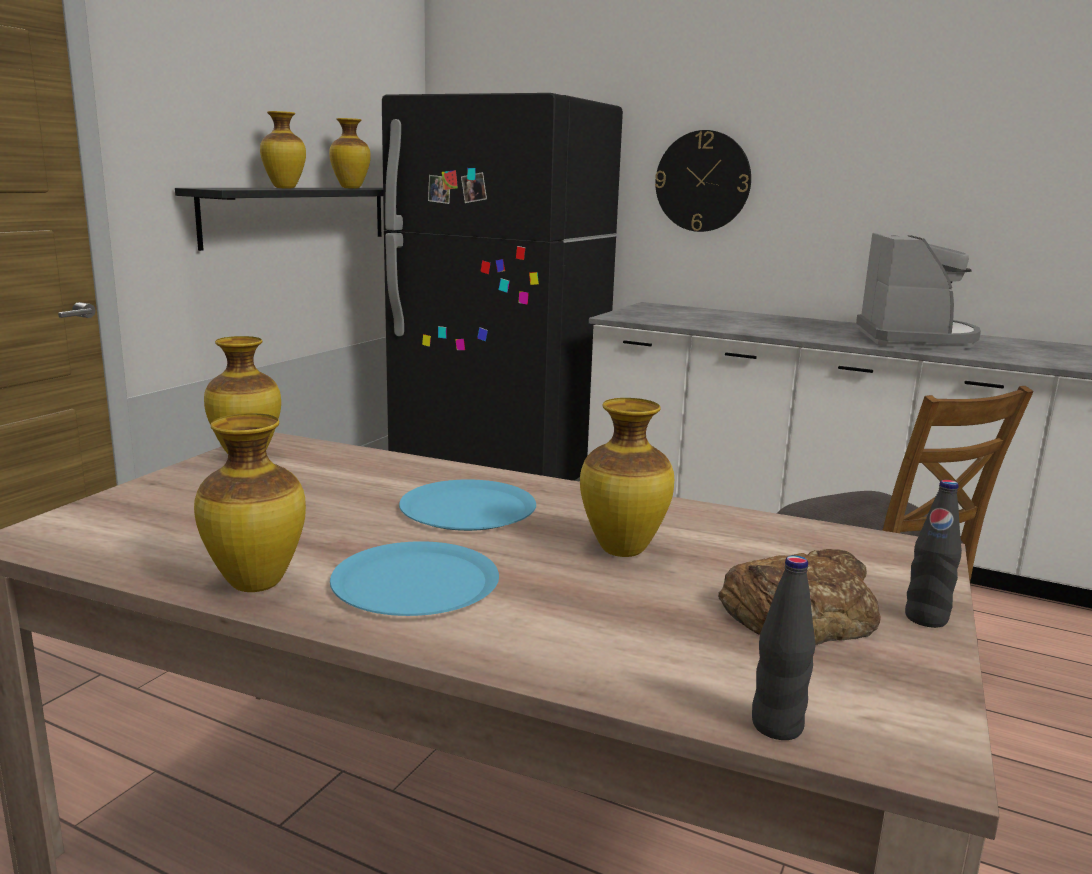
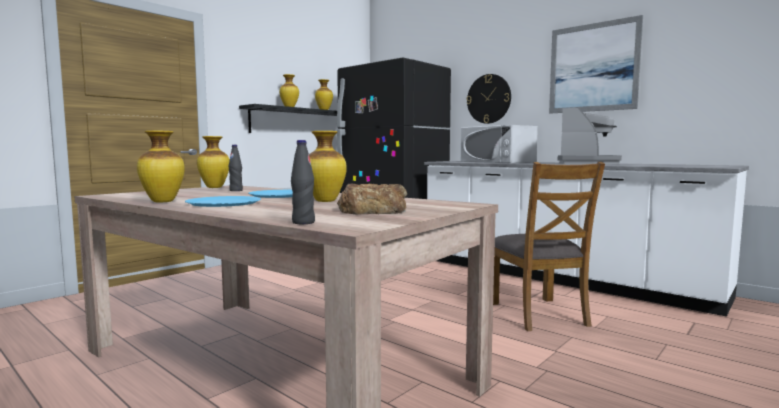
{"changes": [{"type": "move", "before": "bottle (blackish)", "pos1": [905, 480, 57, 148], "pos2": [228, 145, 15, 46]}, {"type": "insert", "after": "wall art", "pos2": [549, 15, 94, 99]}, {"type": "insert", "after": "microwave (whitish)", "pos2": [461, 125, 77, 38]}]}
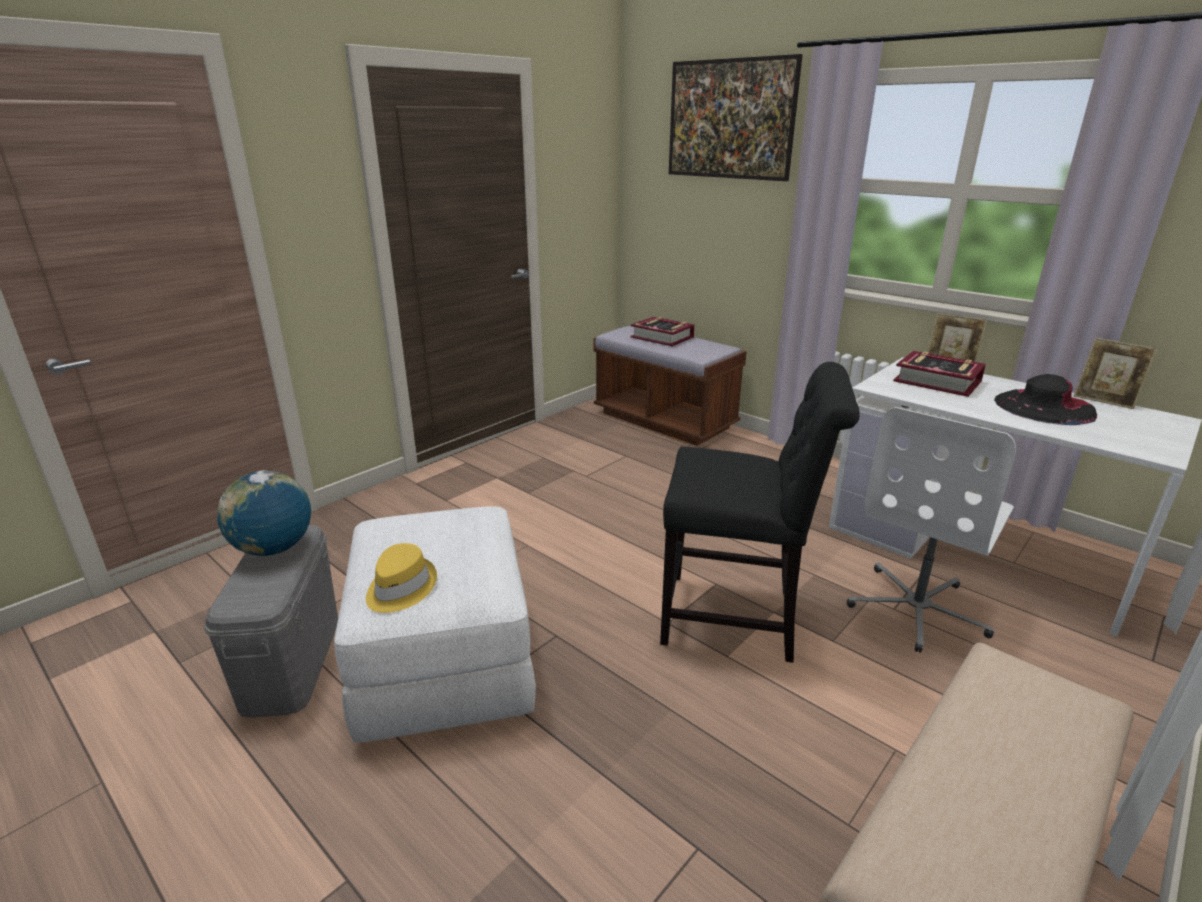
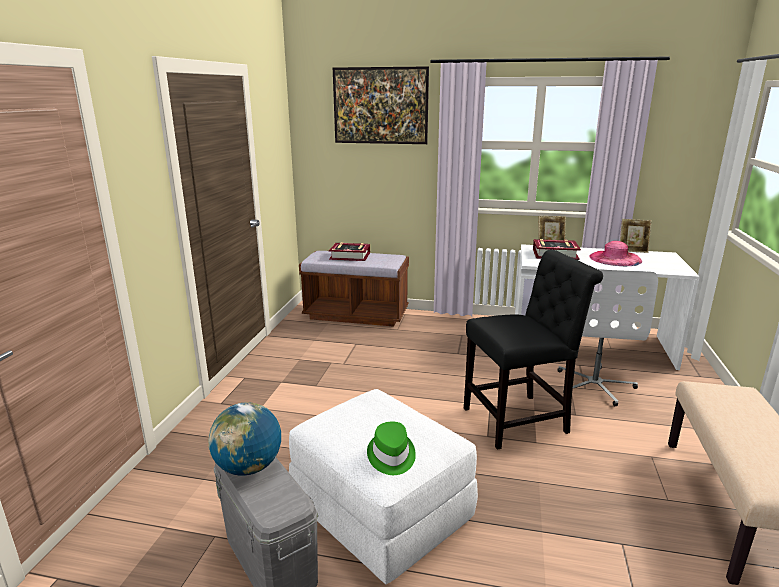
{"changes": [{"type": "recolor", "before": "hat (blackish)", "after": "hat (pink-coloured)", "pos1": [994, 374, 103, 51], "pos2": [589, 241, 53, 25]}, {"type": "recolor", "before": "hat (yellow)", "after": "hat (green)", "pos1": [366, 543, 71, 70], "pos2": [367, 421, 49, 54]}]}
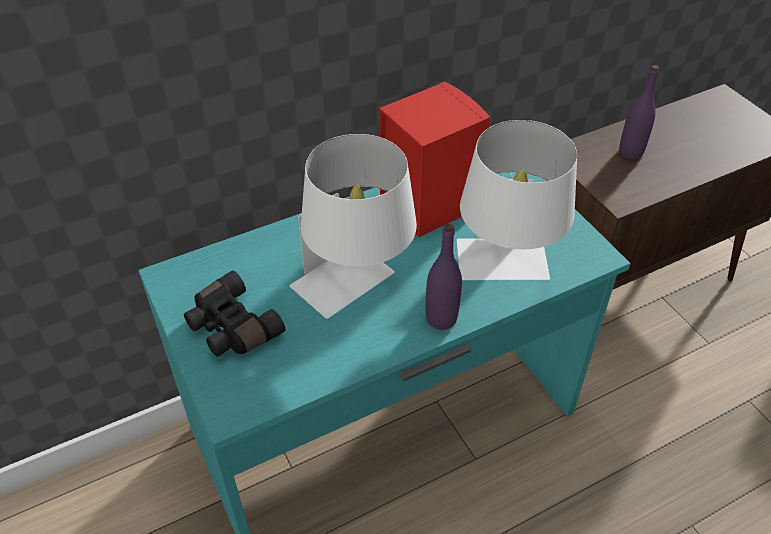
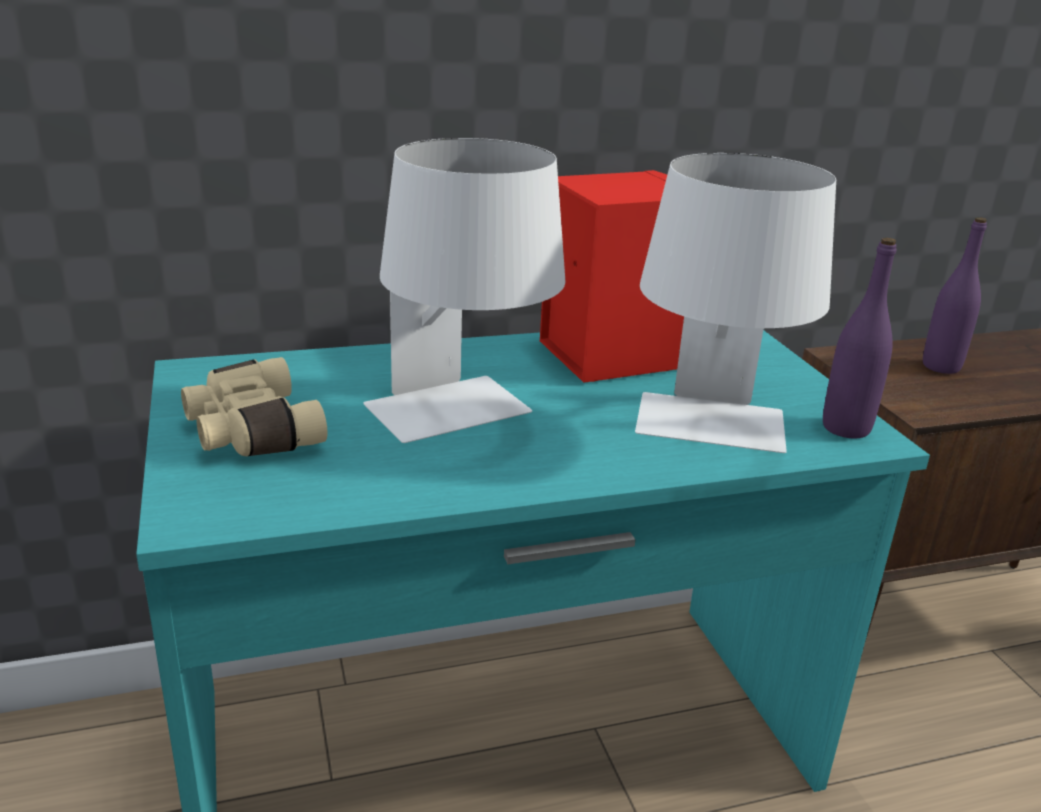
{"changes": [{"type": "move", "before": "bottle (purple)", "pos1": [426, 224, 36, 106], "pos2": [823, 238, 73, 201]}, {"type": "recolor", "before": "pair of binoculars (blackish)", "after": "pair of binoculars (sand-coloured)", "pos1": [184, 270, 101, 87], "pos2": [181, 357, 146, 99]}]}
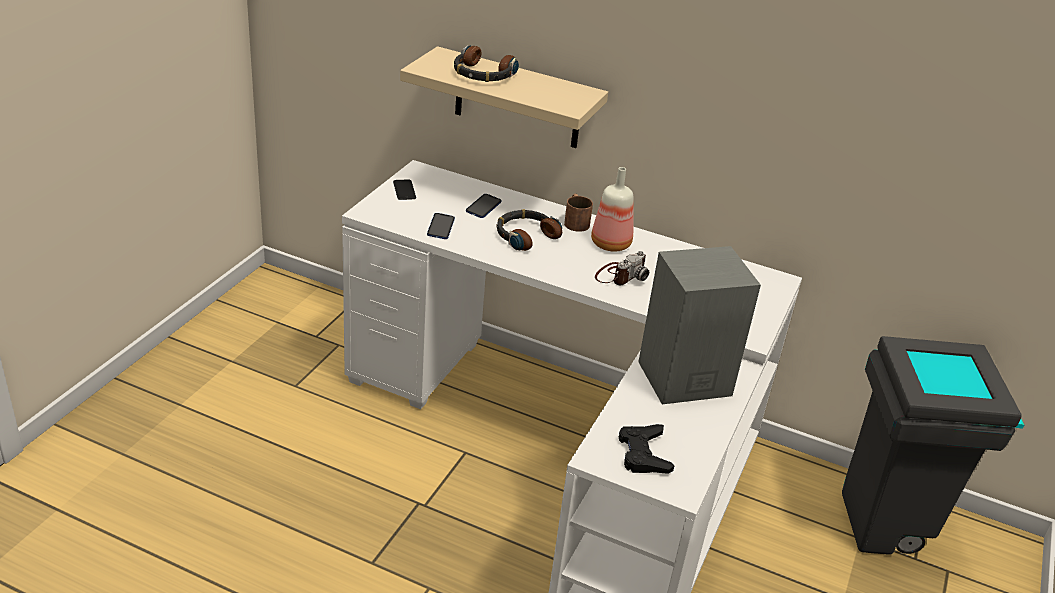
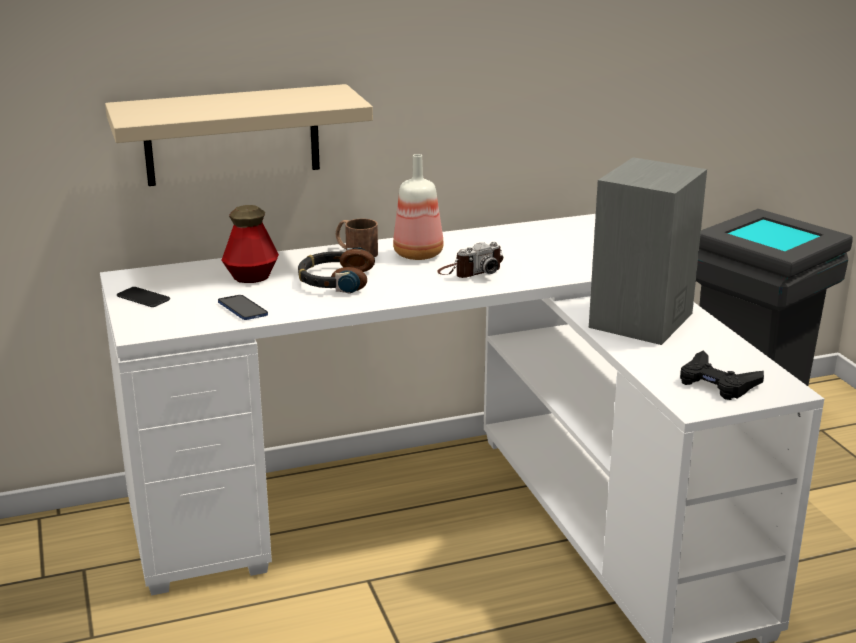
{"changes": [{"type": "delete", "before": "headphones", "pos1": [454, 45, 65, 37]}, {"type": "replace", "before": "telephone", "after": "bottle", "pos1": [466, 194, 35, 24], "pos2": [221, 205, 58, 78]}, {"type": "rotate", "before": "still camera", "pos1": [595, 251, 54, 34], "pos2": [437, 242, 66, 36], "turn": 60}]}
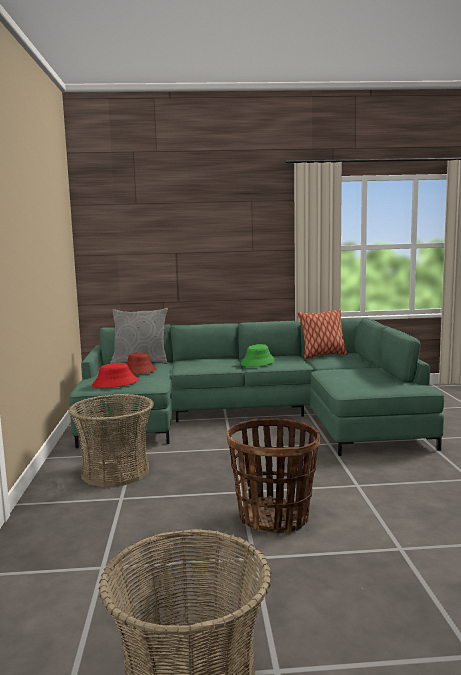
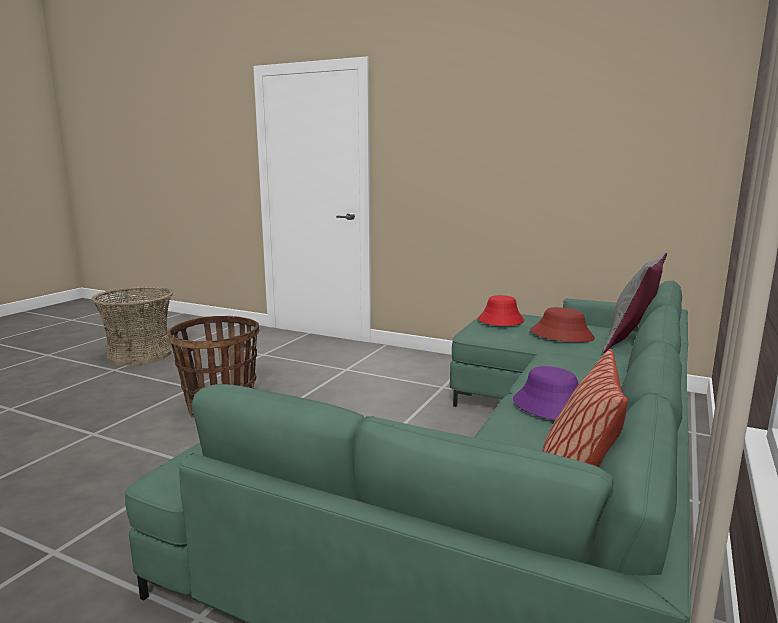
{"changes": [{"type": "recolor", "before": "hat (green)", "after": "hat (purple)", "pos1": [241, 344, 35, 23], "pos2": [513, 366, 66, 54]}, {"type": "delete", "before": "basket", "pos1": [68, 394, 86, 93]}]}
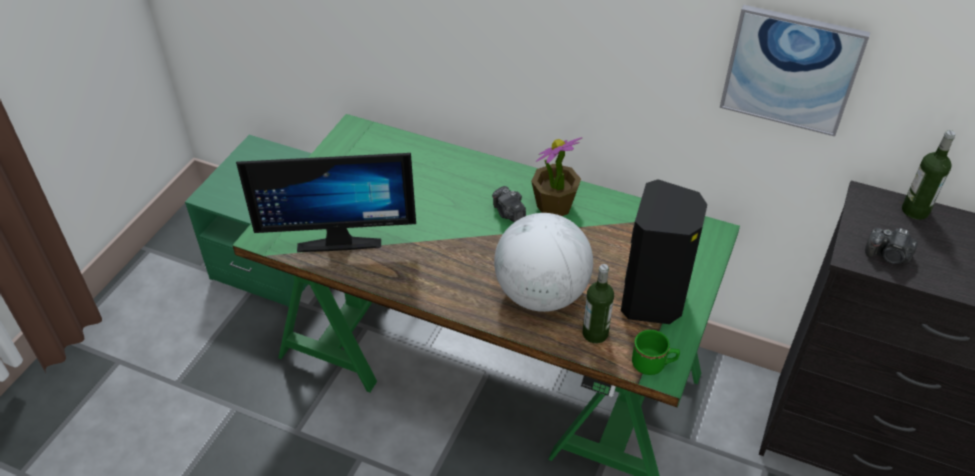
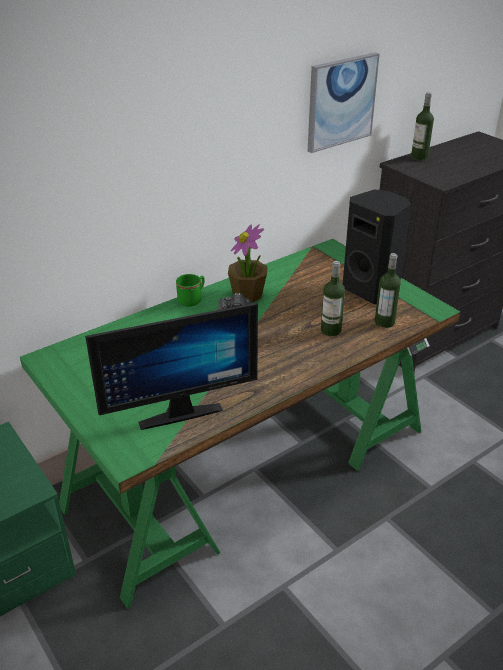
{"changes": [{"type": "rotate", "before": "computer screen", "pos1": [236, 153, 180, 99], "pos2": [85, 302, 173, 128], "turn": 45}, {"type": "replace", "before": "world globe", "after": "bottle", "pos1": [494, 213, 99, 99], "pos2": [321, 261, 24, 75]}, {"type": "delete", "before": "still camera", "pos1": [865, 228, 53, 36]}, {"type": "move", "before": "coffee mug (green)", "pos1": [632, 330, 48, 45], "pos2": [176, 274, 29, 33]}]}
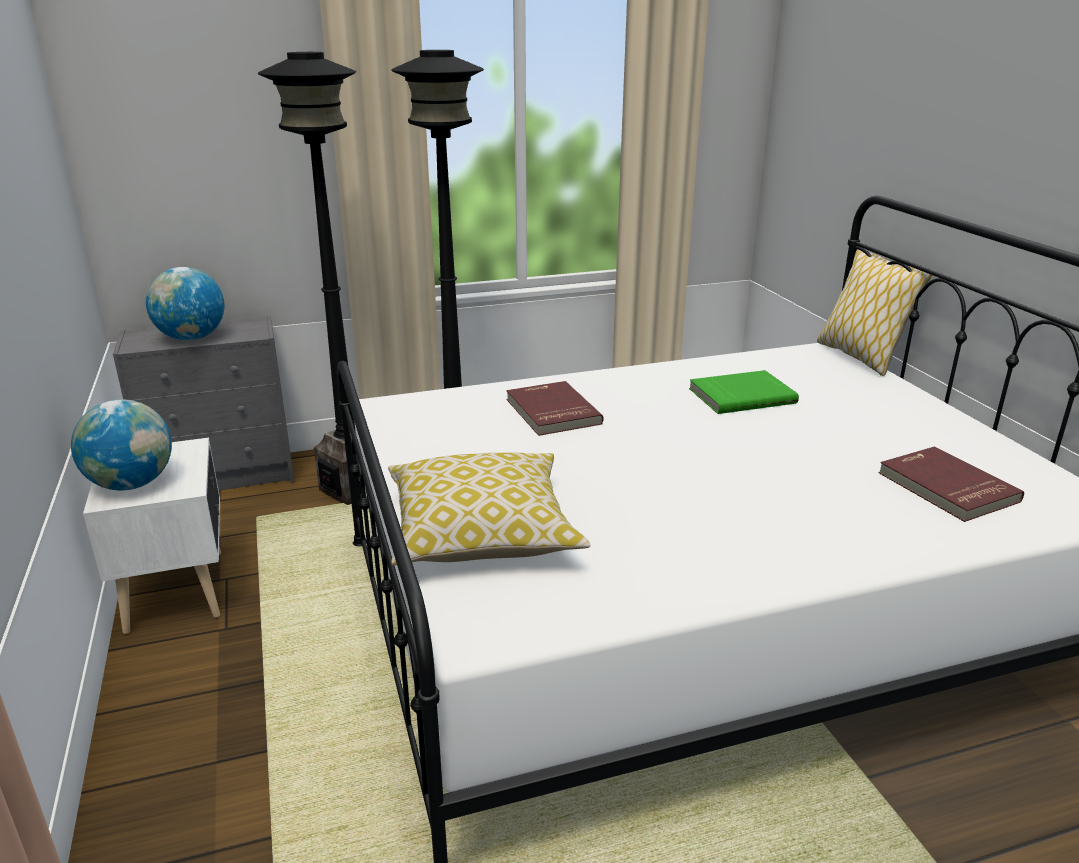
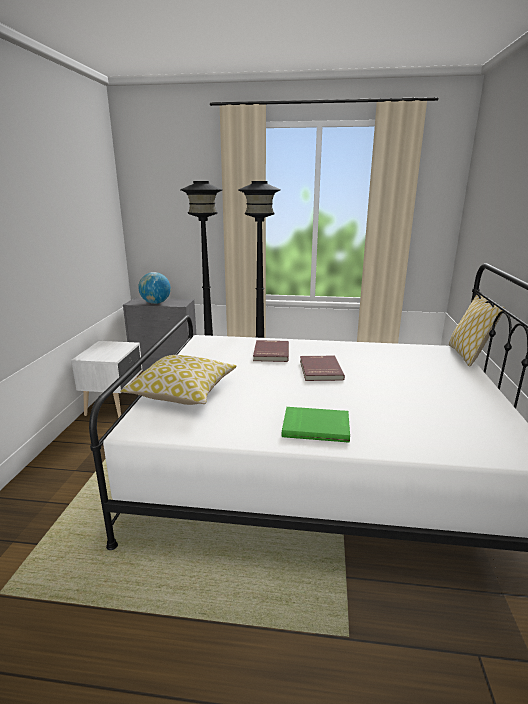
{"changes": [{"type": "move", "before": "bound book (green)", "pos1": [689, 370, 110, 44], "pos2": [282, 407, 68, 36]}, {"type": "delete", "before": "world globe", "pos1": [71, 399, 101, 92]}, {"type": "move", "before": "bound book (reddish)", "pos1": [878, 446, 146, 76], "pos2": [300, 356, 45, 25]}]}
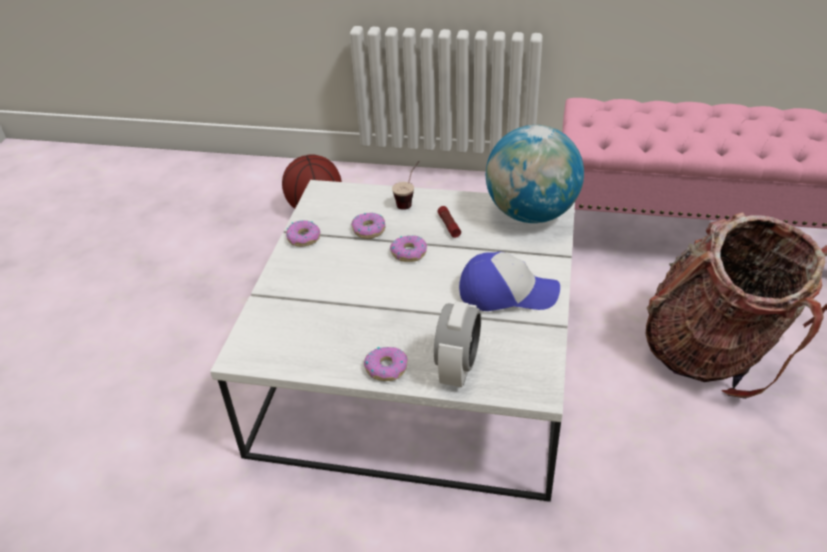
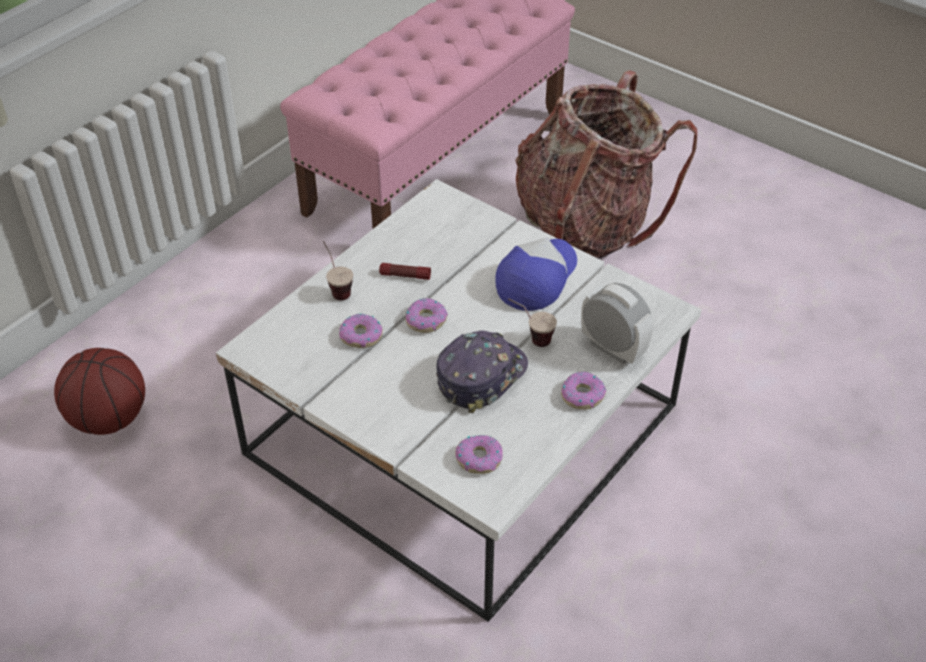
{"changes": [{"type": "delete", "before": "world globe", "pos1": [486, 125, 98, 98]}, {"type": "move", "before": "doughnut", "pos1": [286, 220, 34, 27], "pos2": [455, 435, 48, 39]}, {"type": "insert", "after": "cup", "pos2": [508, 298, 49, 49]}, {"type": "insert", "after": "baseball cap", "pos2": [436, 330, 92, 83]}]}
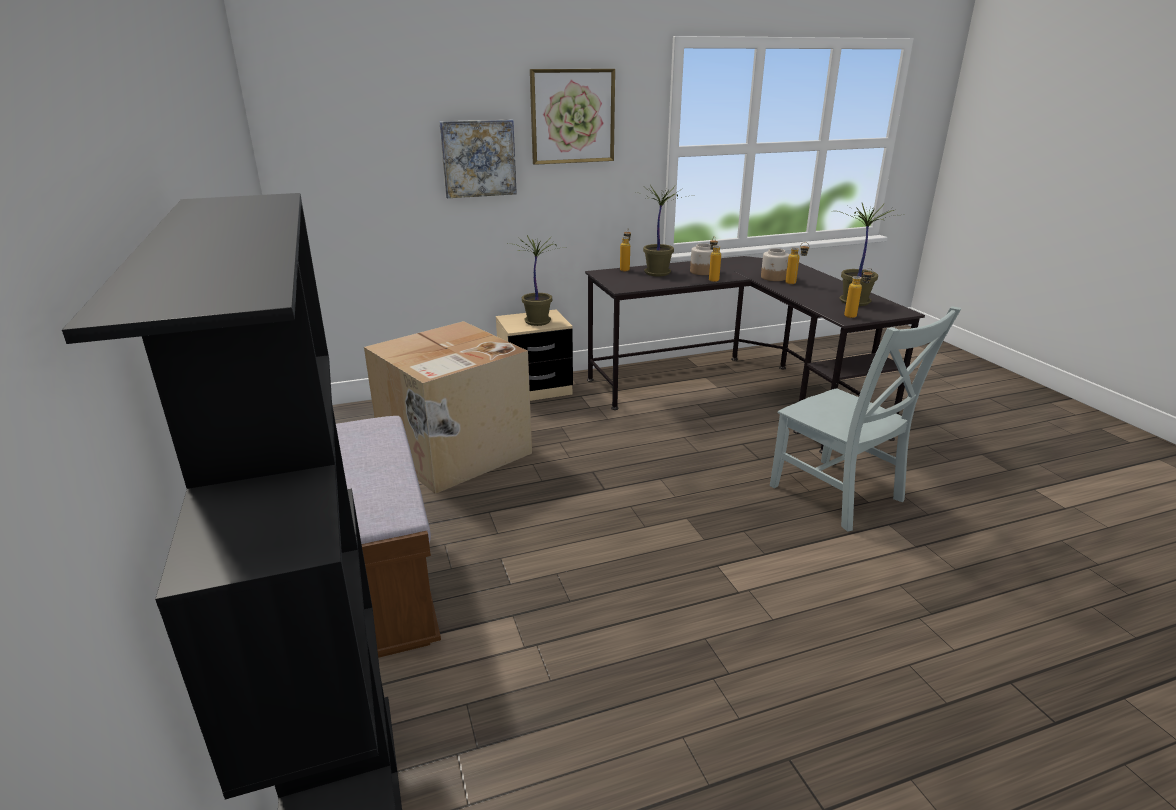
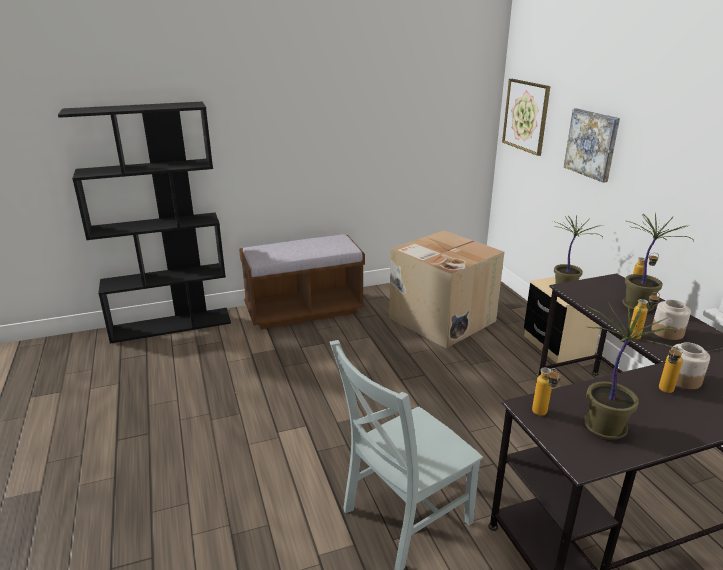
{"changes": [{"type": "move", "before": "wall art", "pos1": [530, 69, 85, 96], "pos2": [502, 79, 49, 77]}]}
